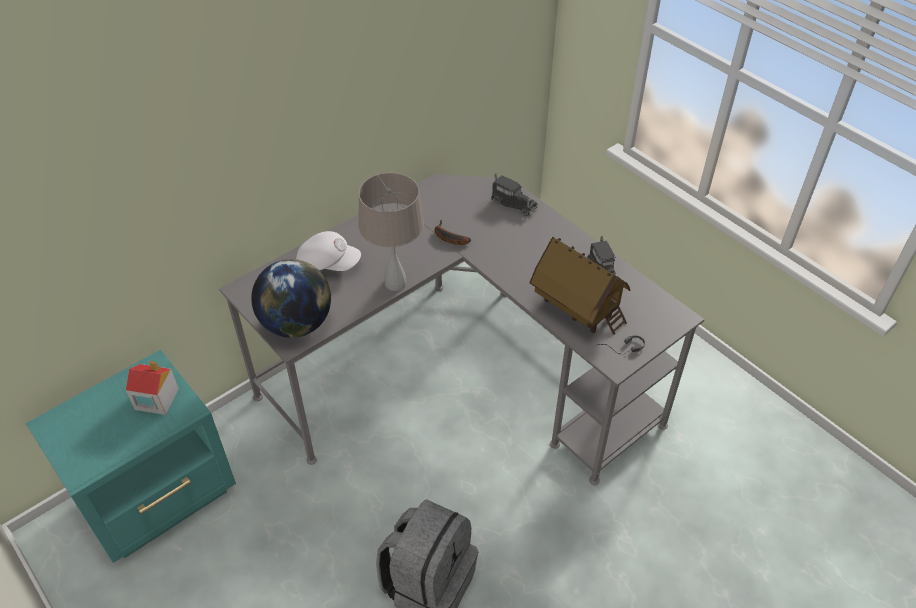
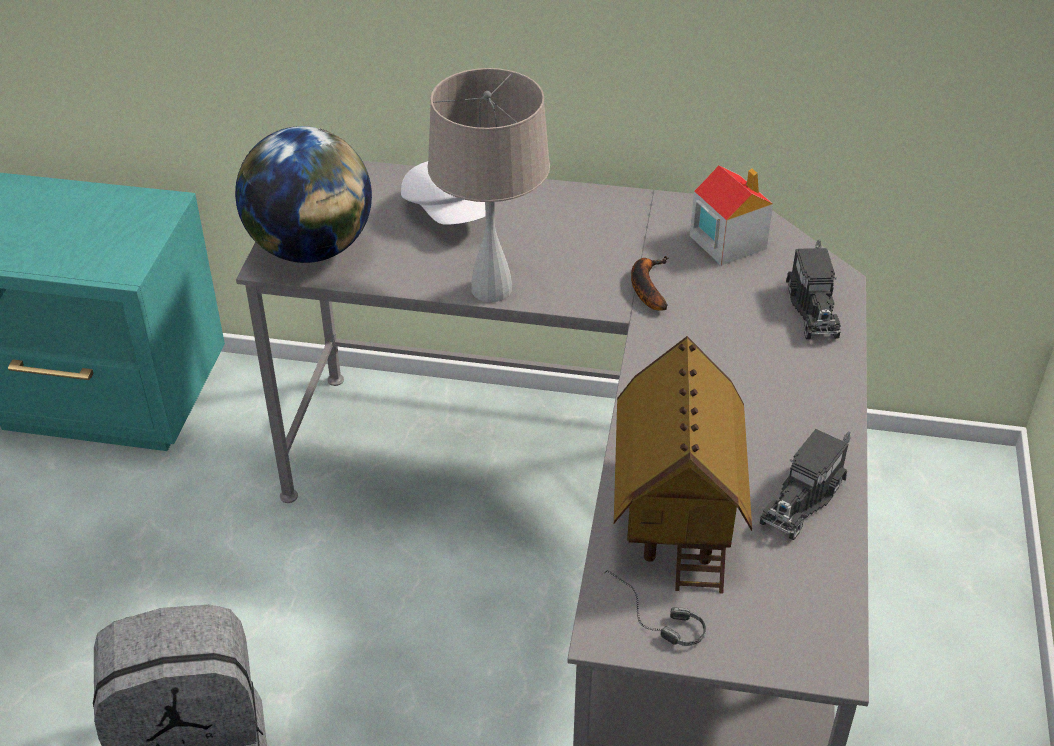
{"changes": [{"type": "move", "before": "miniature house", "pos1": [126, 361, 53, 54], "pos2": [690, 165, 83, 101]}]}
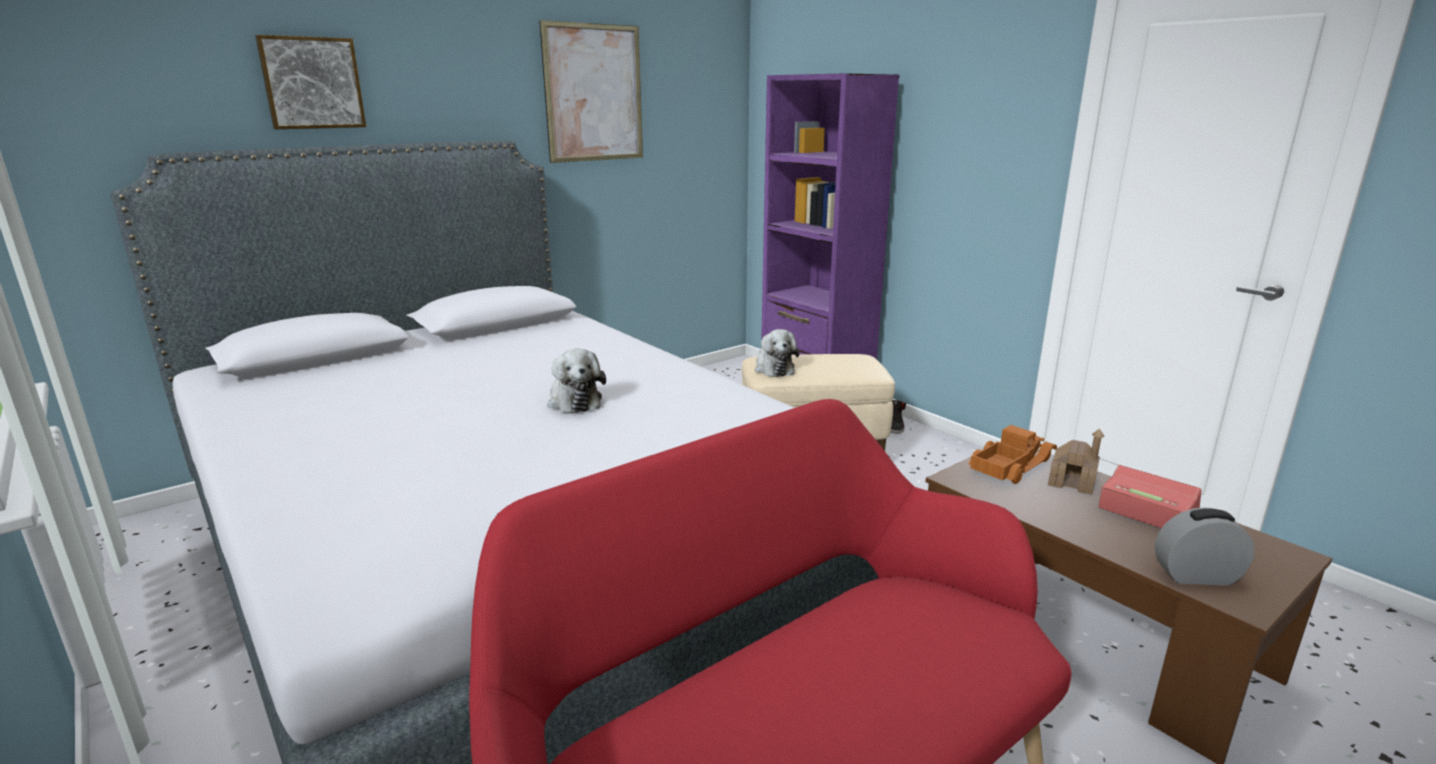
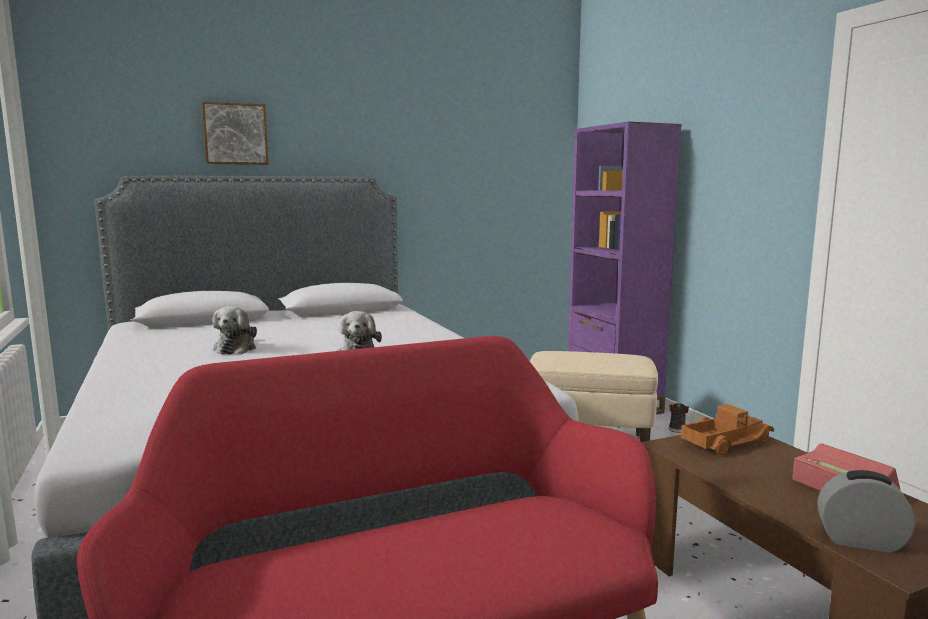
{"changes": [{"type": "delete", "before": "wall art", "pos1": [539, 20, 104, 143]}, {"type": "move", "before": "plush toy", "pos1": [755, 329, 44, 48], "pos2": [213, 306, 44, 48]}, {"type": "delete", "before": "miniature house", "pos1": [1048, 428, 56, 67]}]}
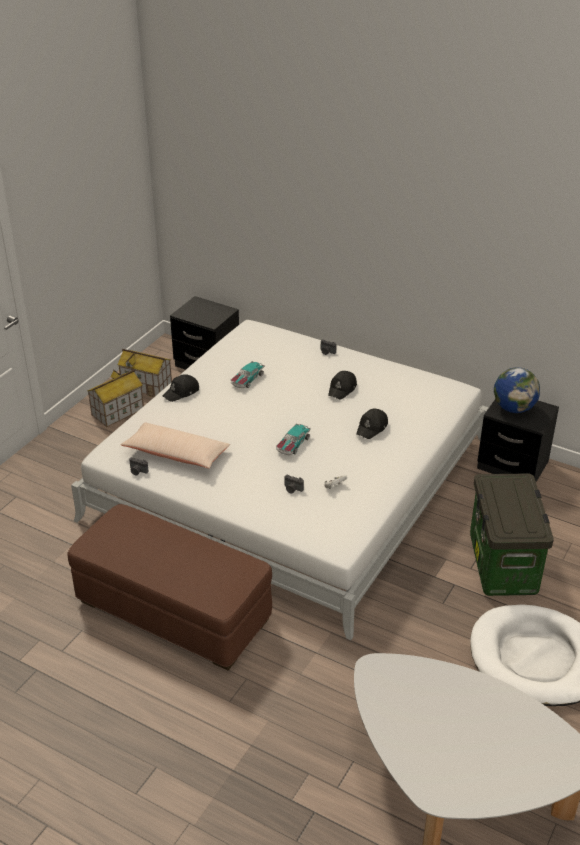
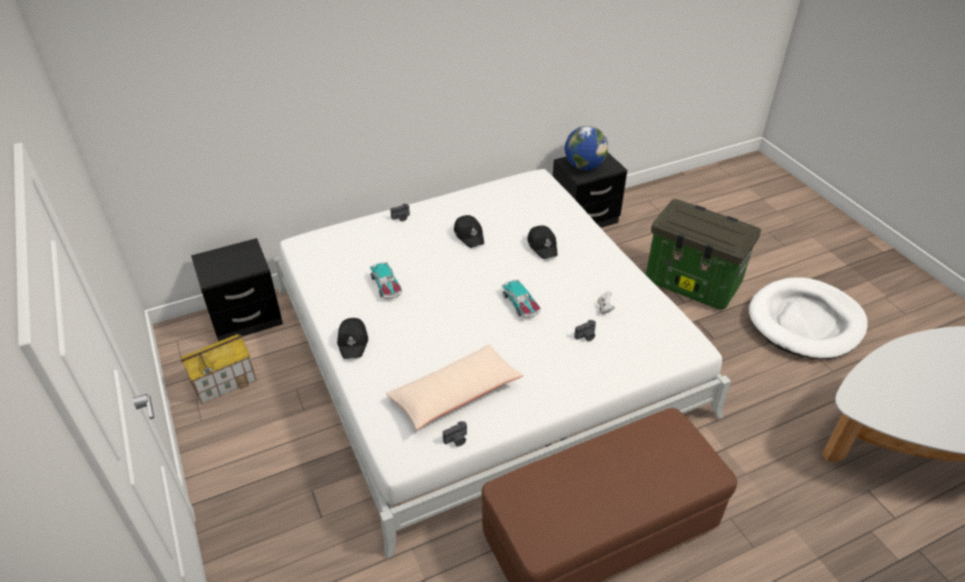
{"changes": [{"type": "delete", "before": "miniature house", "pos1": [88, 369, 56, 58]}]}
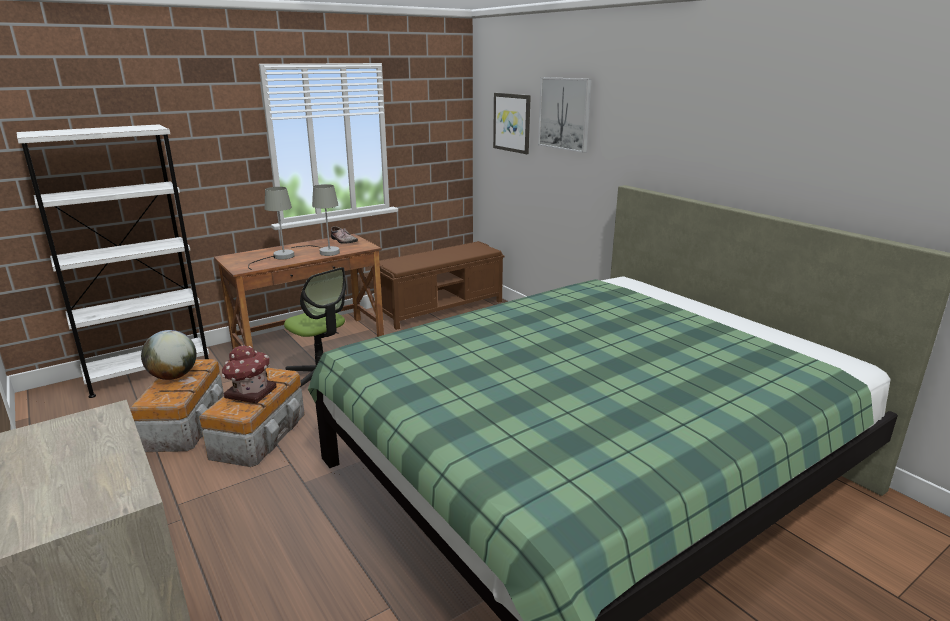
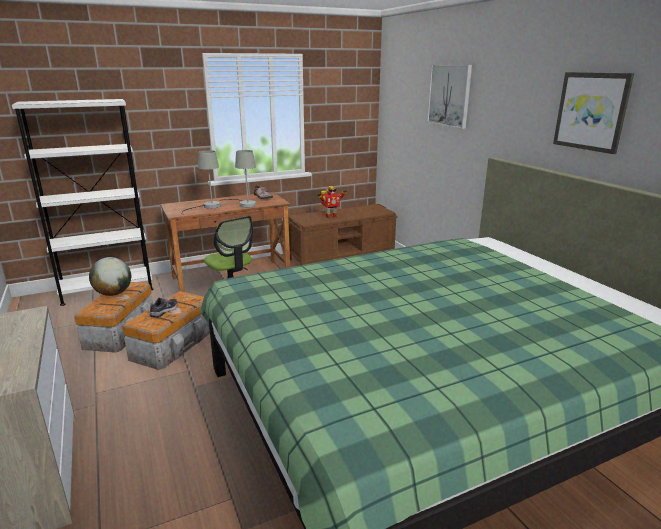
{"changes": [{"type": "move", "before": "wall art", "pos1": [493, 93, 38, 61], "pos2": [553, 72, 81, 82]}, {"type": "replace", "before": "miniature house", "after": "item of footwear", "pos1": [222, 345, 55, 58], "pos2": [150, 298, 28, 19]}, {"type": "insert", "after": "toy robot", "pos2": [317, 186, 30, 32]}]}
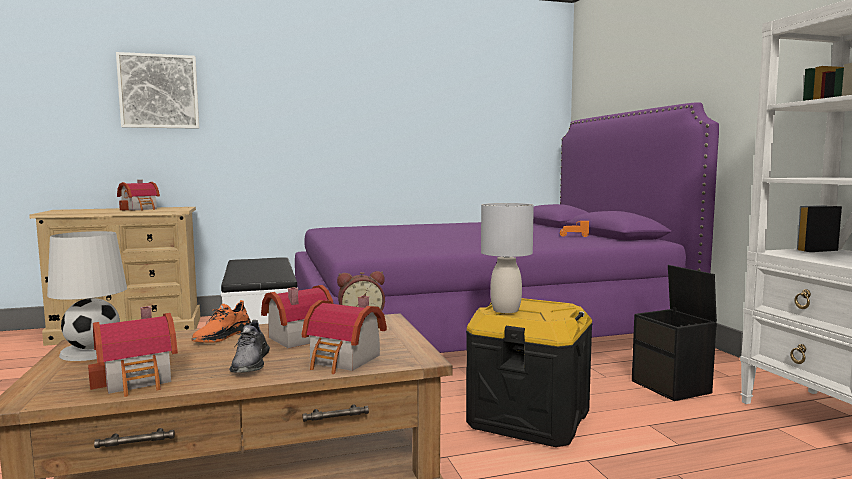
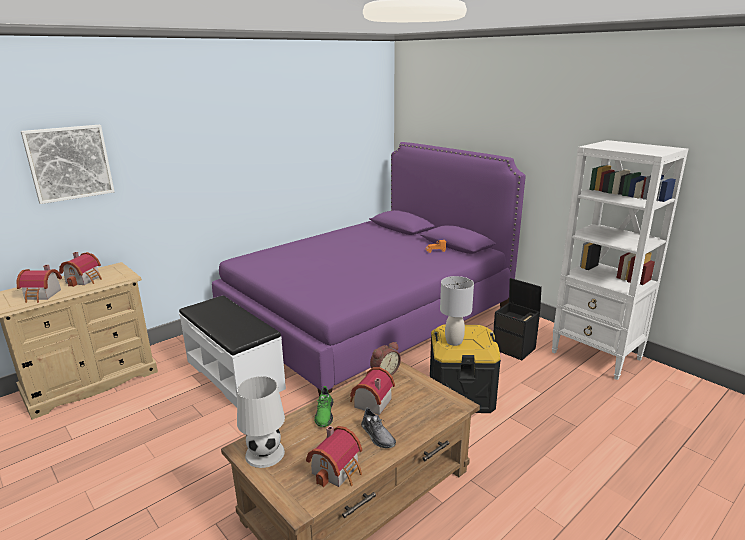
{"changes": [{"type": "move", "before": "miniature house", "pos1": [302, 296, 85, 78], "pos2": [17, 265, 45, 38]}, {"type": "recolor", "before": "item of footwear (orange)", "after": "item of footwear (green)", "pos1": [192, 300, 60, 43], "pos2": [314, 386, 20, 41]}]}
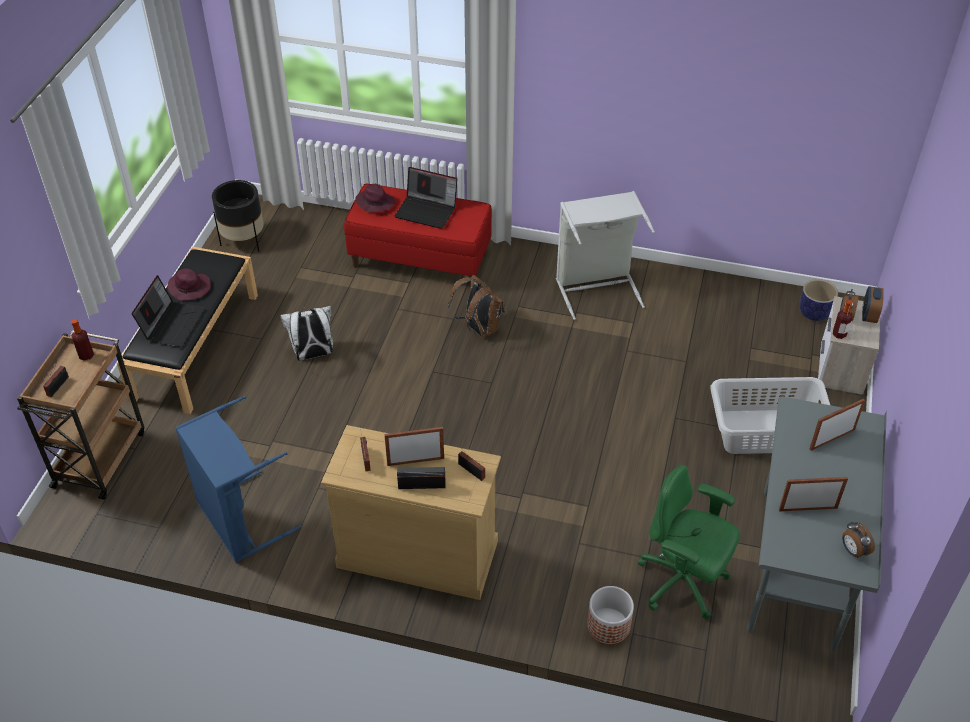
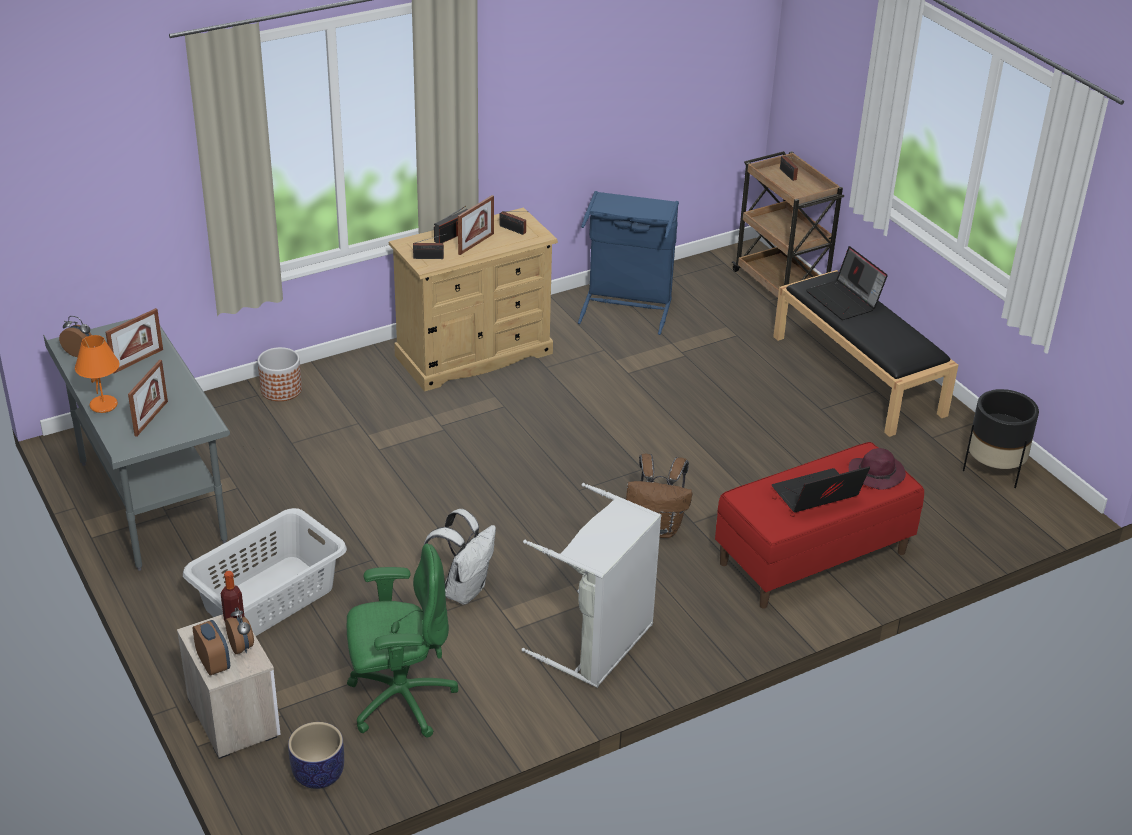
{"changes": [{"type": "delete", "before": "hat (purple)", "pos1": [167, 269, 44, 32]}, {"type": "move", "before": "backpack (whitish)", "pos1": [280, 306, 53, 55], "pos2": [423, 509, 73, 96]}, {"type": "delete", "before": "bottle", "pos1": [71, 319, 23, 42]}, {"type": "move", "before": "computer chair (green)", "pos1": [638, 465, 102, 154], "pos2": [346, 544, 112, 194]}, {"type": "insert", "after": "lamp for a table (orange)", "pos2": [75, 335, 44, 78]}]}
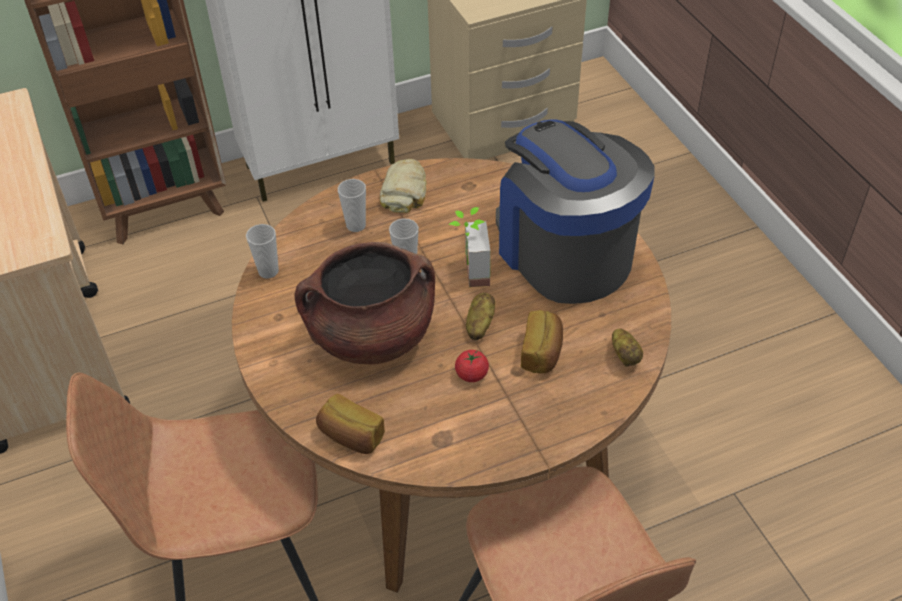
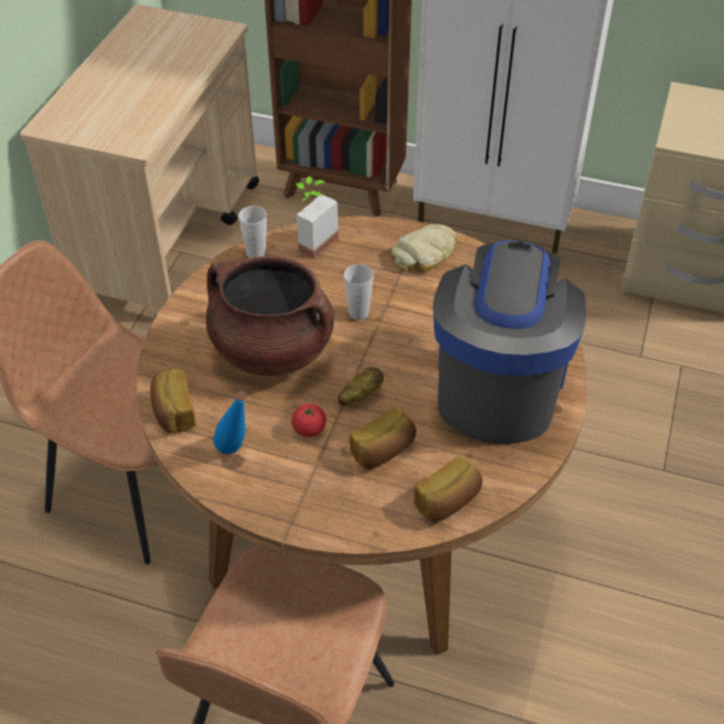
{"changes": [{"type": "delete", "before": "cup", "pos1": [338, 179, 28, 53]}, {"type": "move", "before": "potted plant", "pos1": [448, 207, 42, 80], "pos2": [295, 176, 43, 83]}, {"type": "replace", "before": "potato", "after": "bread", "pos1": [612, 329, 31, 38], "pos2": [414, 456, 68, 66]}, {"type": "insert", "after": "bottle (bluish)", "pos2": [213, 391, 33, 63]}]}
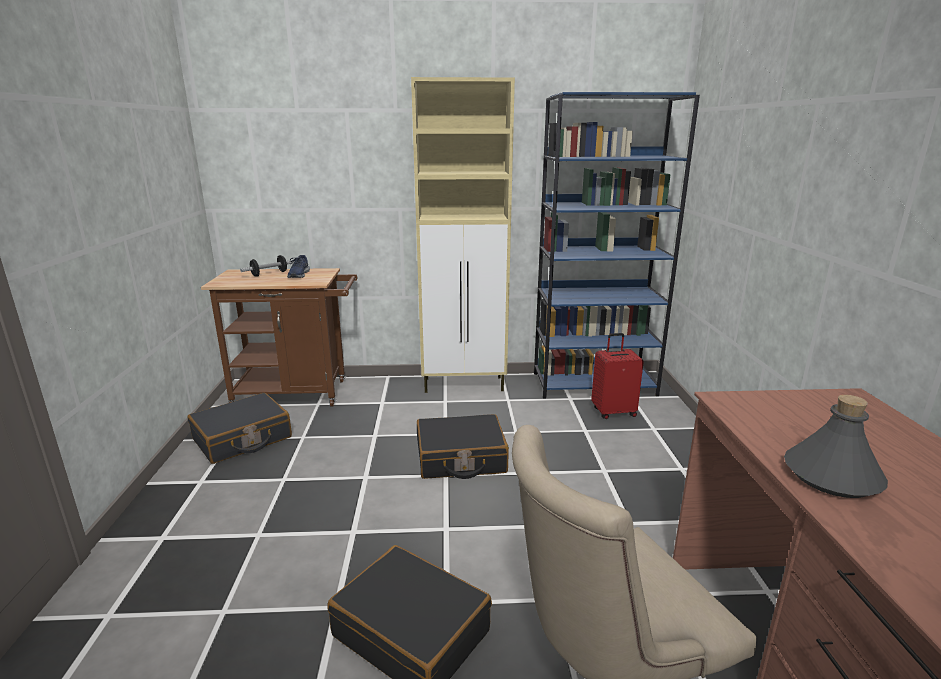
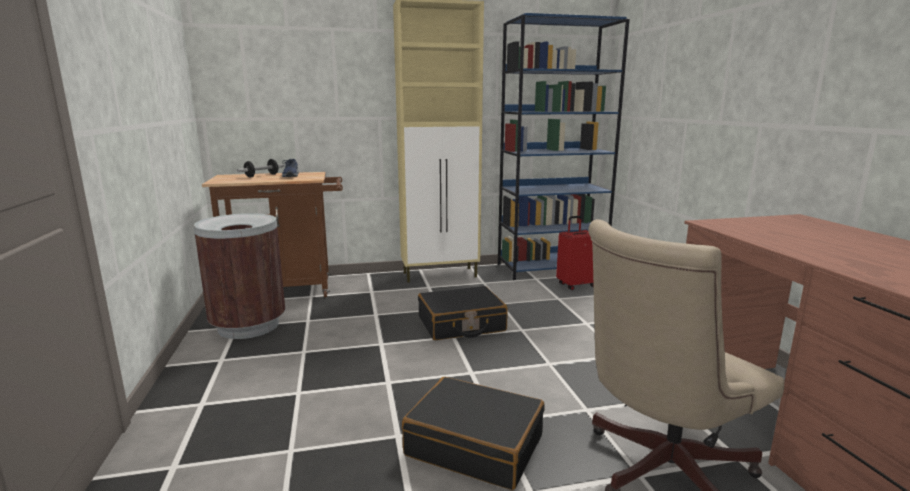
{"changes": [{"type": "replace", "before": "piece of luggage (blackish)", "after": "waste bin (brownish)", "pos1": [187, 393, 105, 71], "pos2": [194, 213, 91, 126]}, {"type": "delete", "before": "bottle (grey)", "pos1": [784, 395, 104, 103]}]}
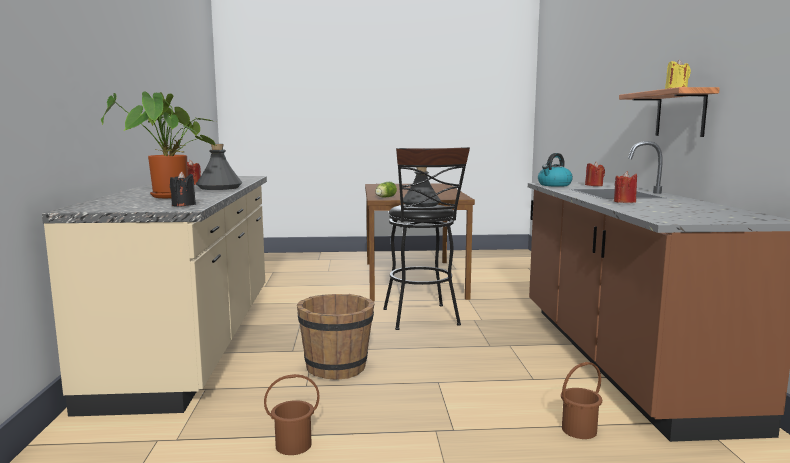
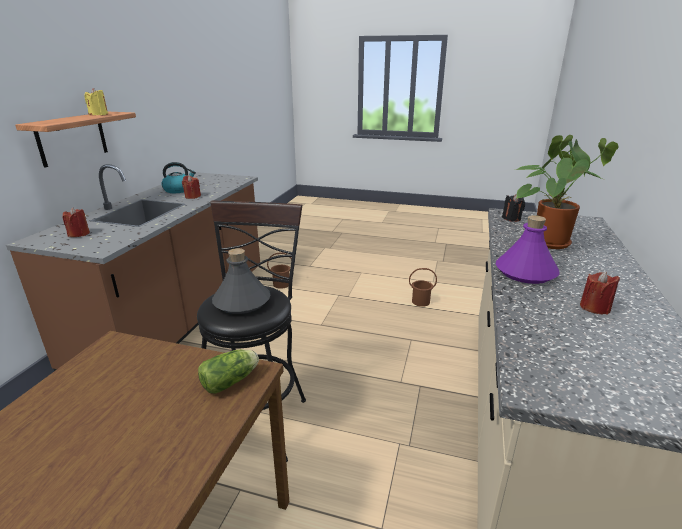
{"changes": [{"type": "recolor", "before": "bottle (grey)", "after": "bottle (purple)", "pos1": [196, 144, 46, 46], "pos2": [496, 215, 64, 69]}, {"type": "move", "before": "tea kettle", "pos1": [538, 153, 35, 34], "pos2": [161, 162, 35, 31]}, {"type": "delete", "before": "bucket (brownish)", "pos1": [297, 294, 78, 86]}]}
